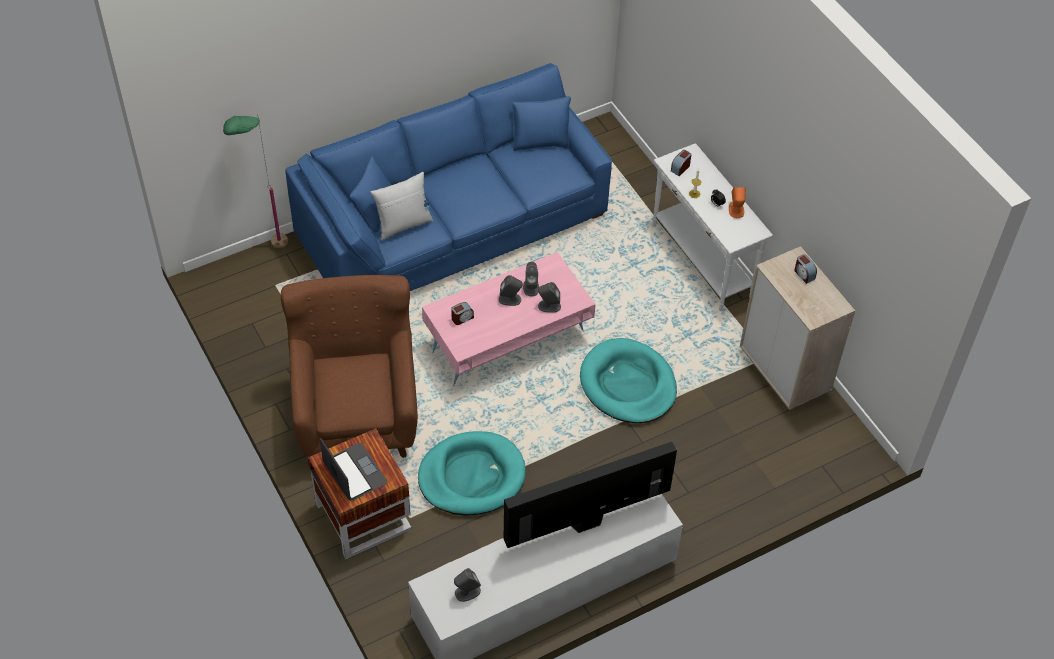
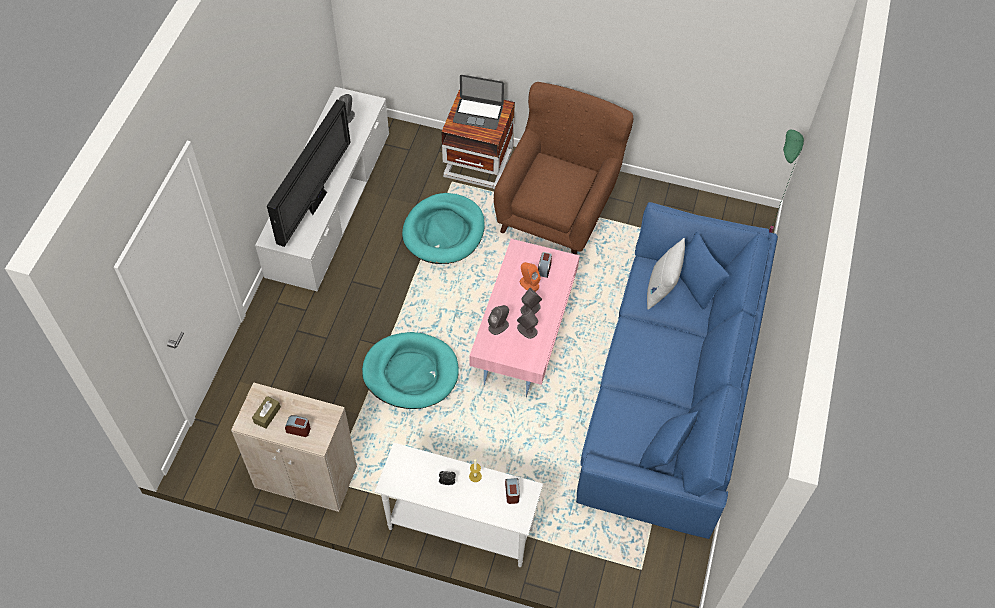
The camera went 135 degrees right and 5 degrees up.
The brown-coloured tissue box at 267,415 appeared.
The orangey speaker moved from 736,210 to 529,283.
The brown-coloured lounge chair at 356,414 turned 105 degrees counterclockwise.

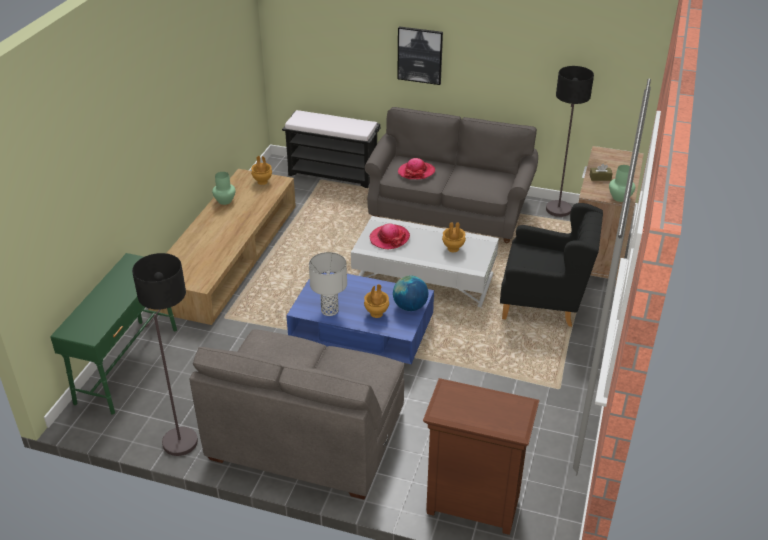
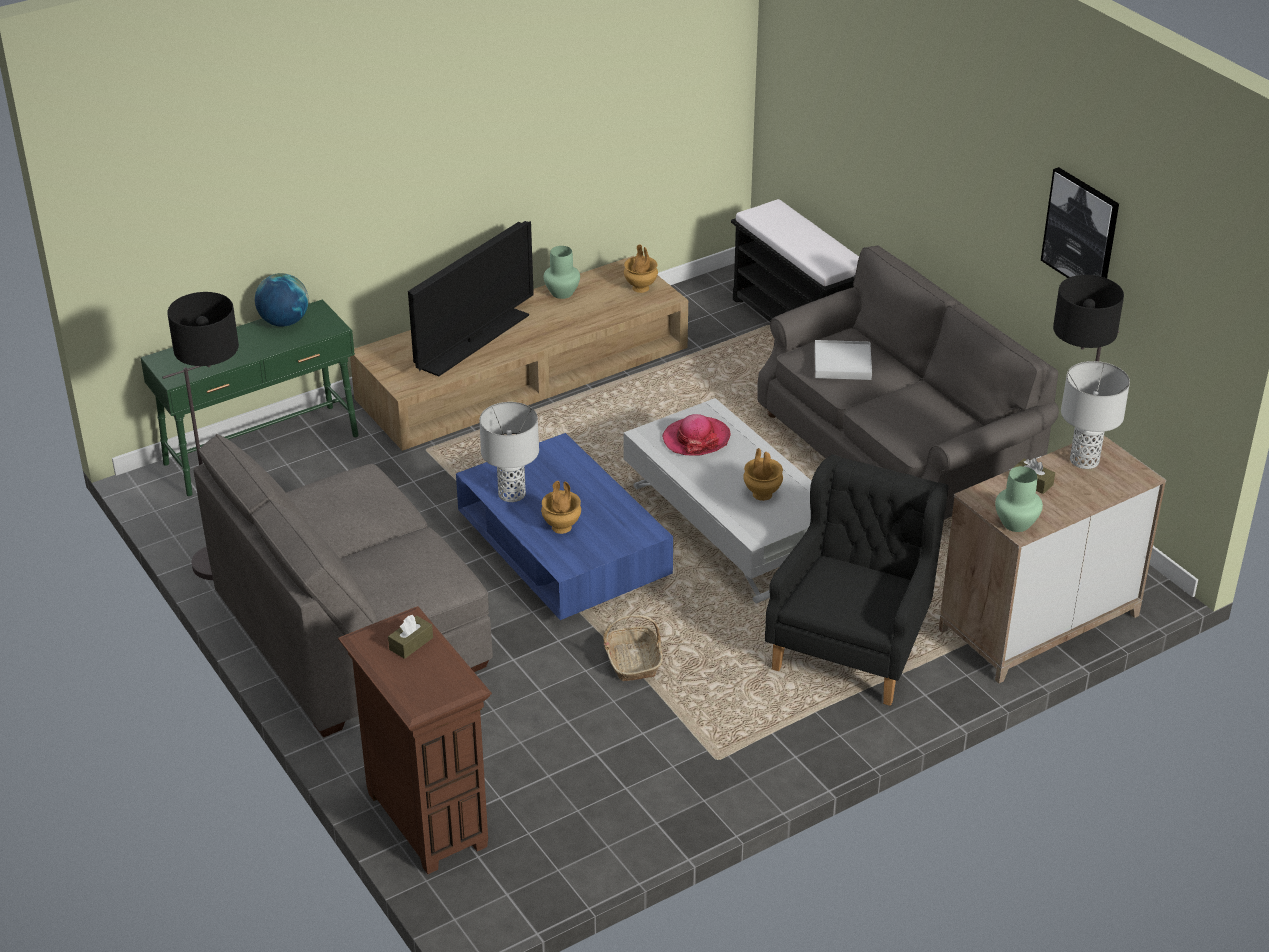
The camera went 40 degrees right and 0 degrees up.
The brown-coloured tissue box at 411,643 appeared.
The TV set at 475,341 appeared.
The basket at 633,661 appeared.
The white table lamp at 1083,460 appeared.
The globe moved from 410,307 to 284,322.
The wall art moved from 420,55 to 1081,231.
The wearable hat at 416,172 was replaced by the white carrying tray at 842,363.
The black-coloured lounge chair at 544,303 turned 120 degrees counterclockwise.

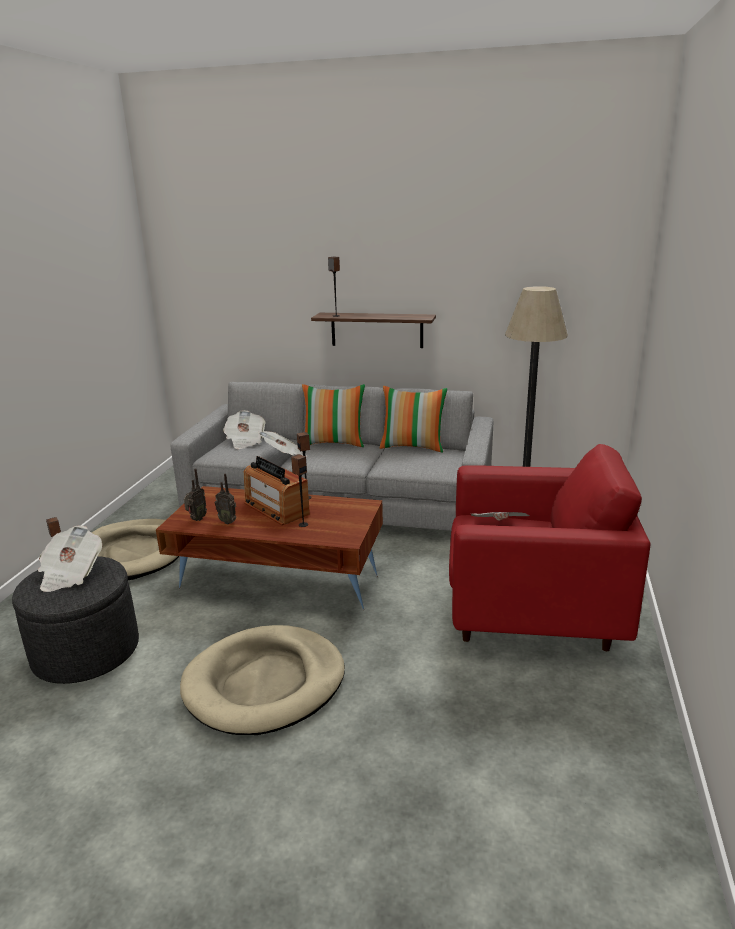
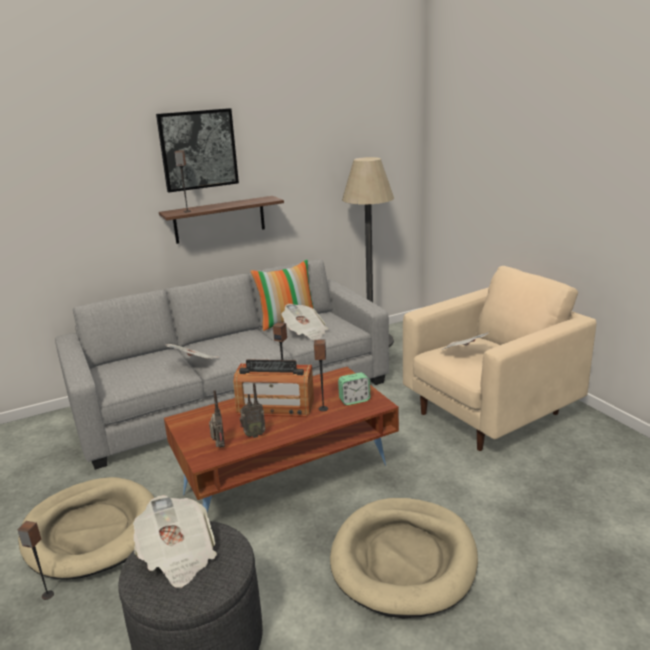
The camera went 40 degrees left and 0 degrees up.
The throw pillow at 334,443 disappeared.
The wall art at 198,149 appeared.
The alarm clock at 354,400 appeared.
The newspaper moved from 245,441 to 305,333.
The reddish lounge chair at 531,615 became the sand-coloured lounge chair at 489,413.

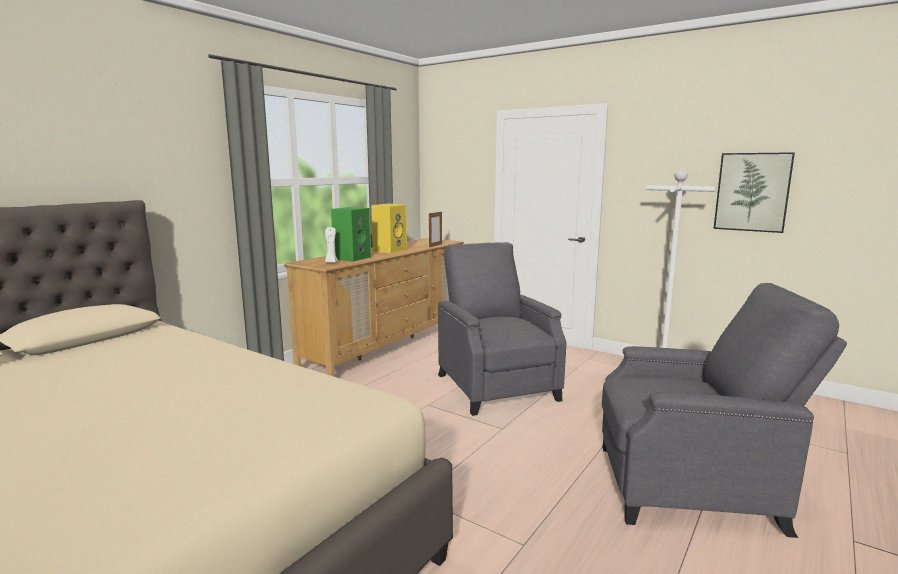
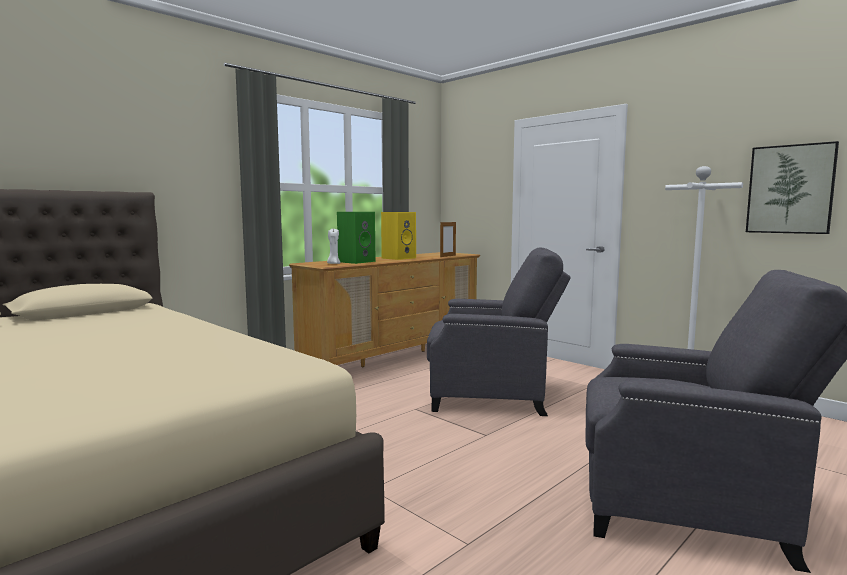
The camera went 10 degrees right and 5 degrees down.
The gray lounge chair at 495,385 turned 105 degrees clockwise.

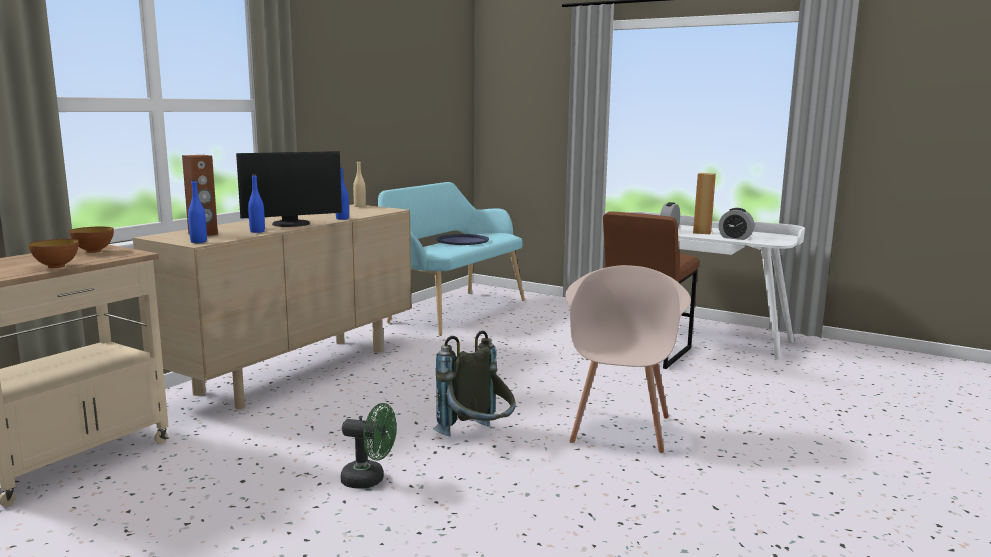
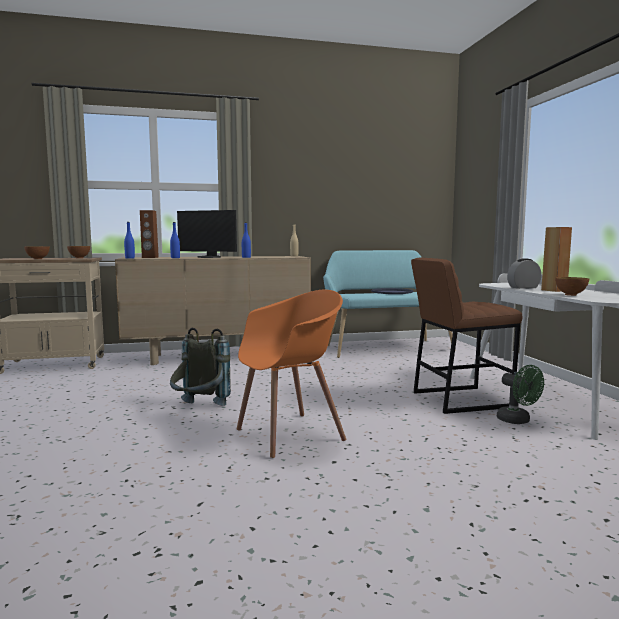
The camera went 45 degrees right and 5 degrees down.
The green-coloured fan moved from 369,480 to 518,421.
The alarm clock at 735,238 was replaced by the serving bowl at 570,295.
The sand-coloured plain chair at 620,429 became the orangey plain chair at 291,434.

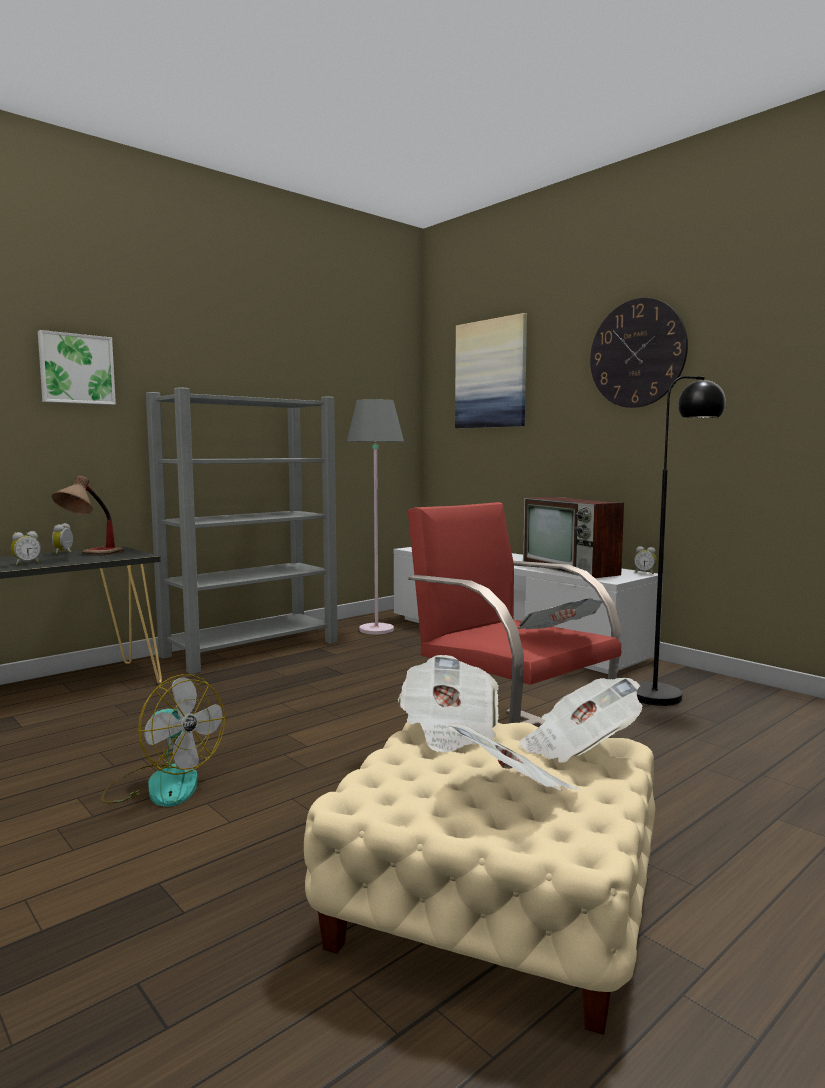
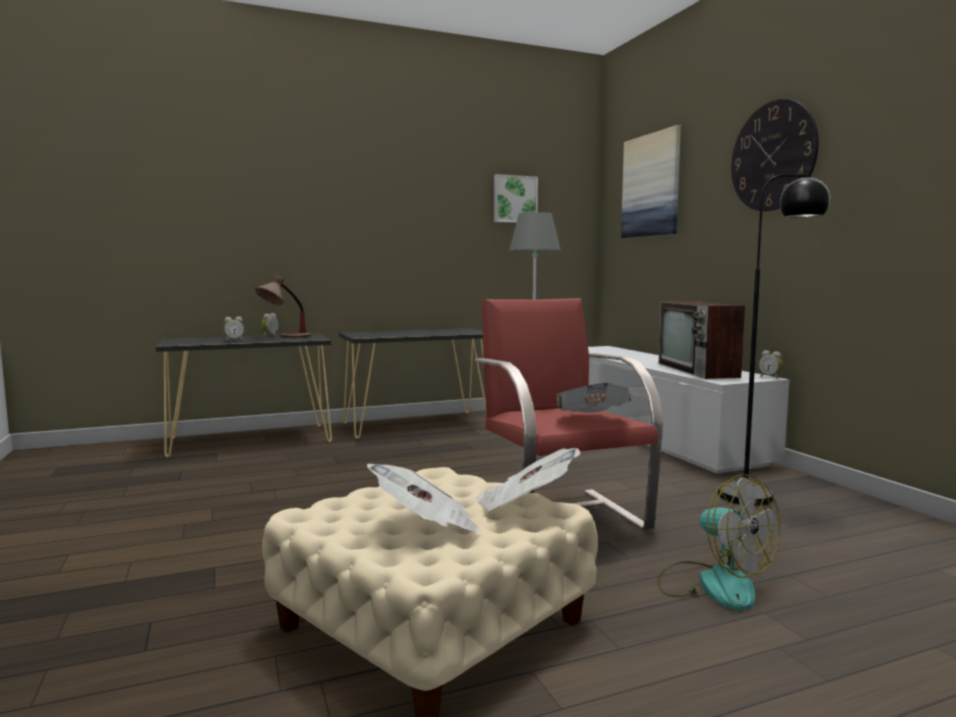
The camera went 20 degrees right and 0 degrees up.
The newspaper at 449,730 disappeared.
The wall art moved from 76,369 to 514,199.
The fan moved from 162,784 to 713,584.
The gray bookcase at 251,649 was replaced by the black-coloured console table at 417,424.

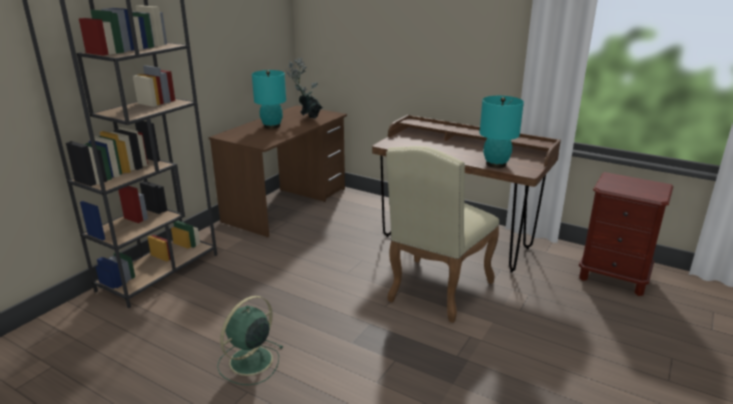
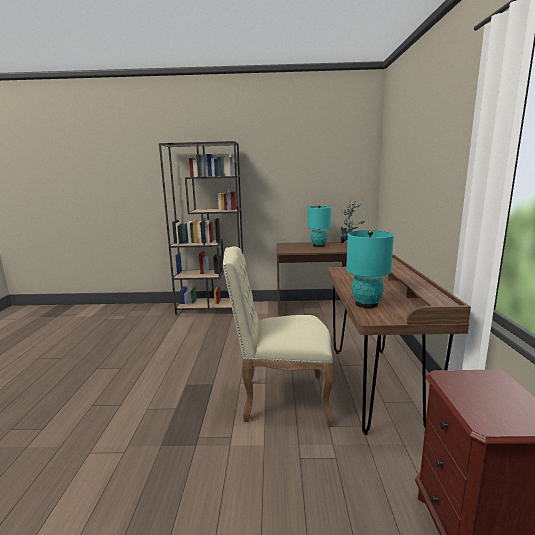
The camera went 60 degrees right and 10 degrees down.
The green-coloured fan at 249,362 disappeared.

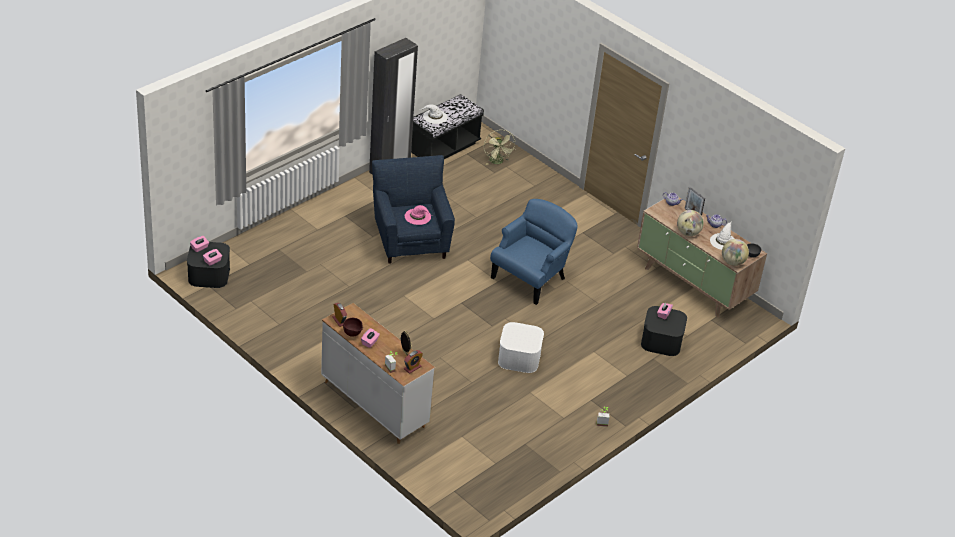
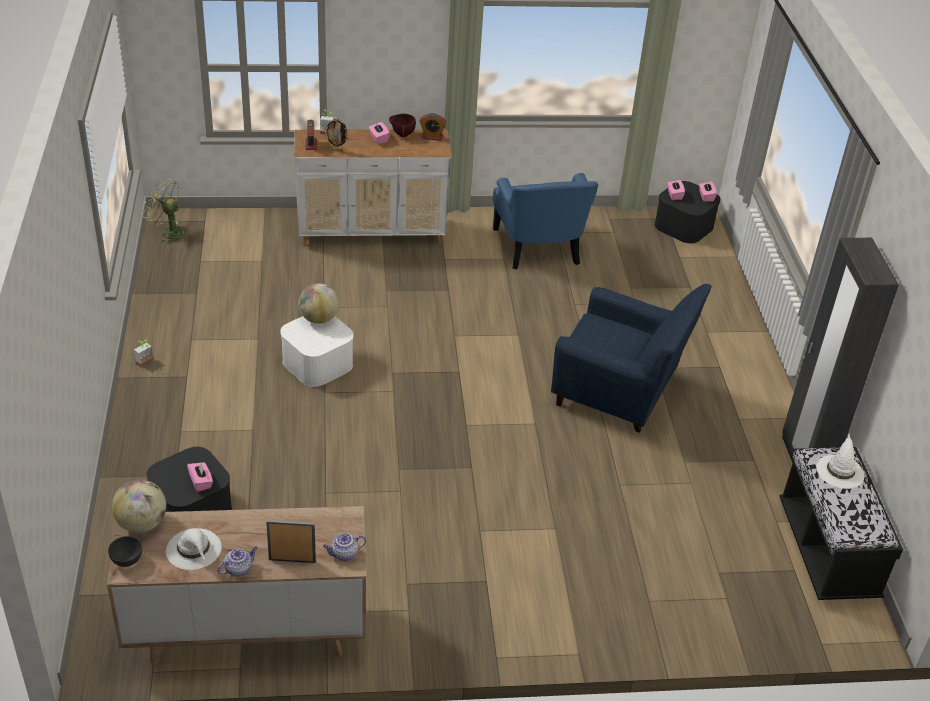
The camera went 130 degrees right and 0 degrees up.
The pink-coloured wearable hat at 418,216 disappeared.
The green-coloured fan moved from 497,162 to 168,232.
The bluish lounge chair moved from 531,278 to 538,247.
The globe moved from 688,233 to 319,319.

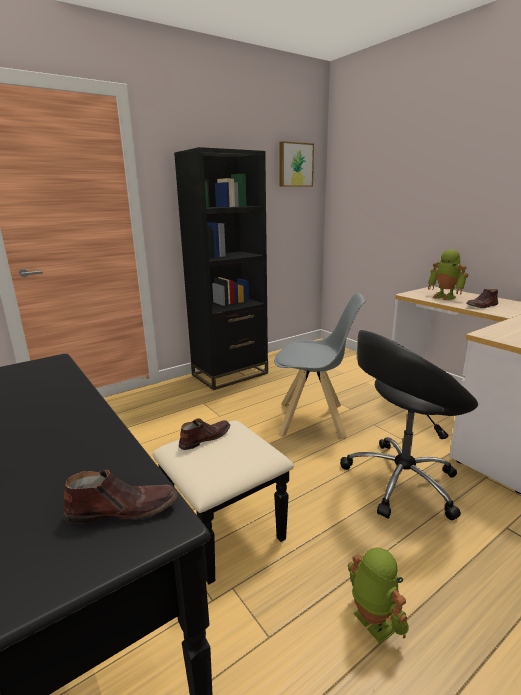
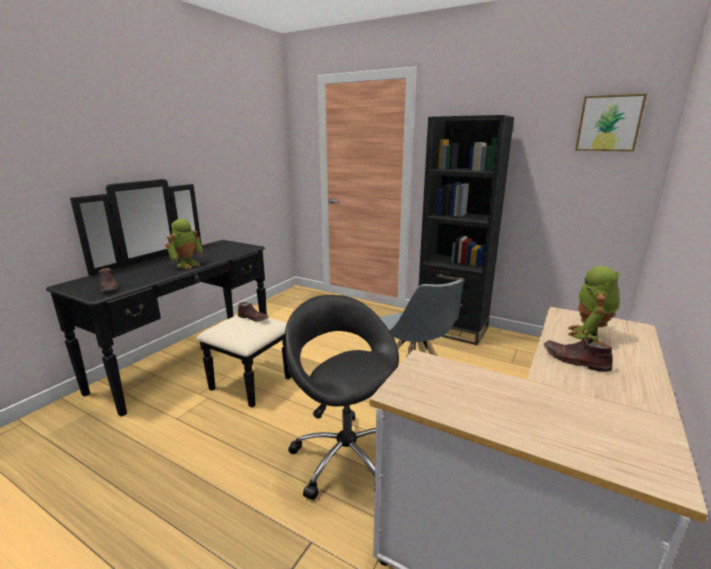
The camera went 65 degrees right and 0 degrees up.
The model robot moved from 372,622 to 187,264.

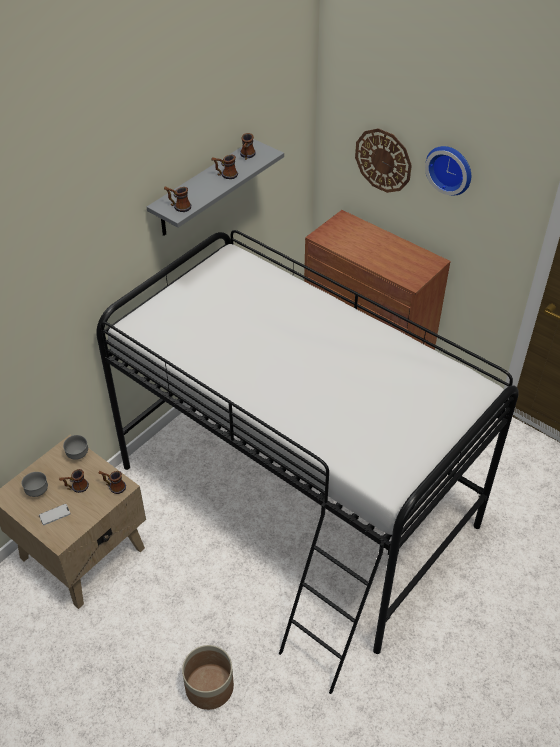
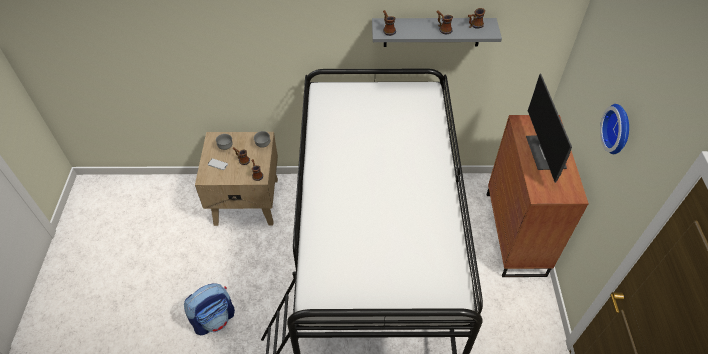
The camera went 50 degrees right and 5 degrees up.
The clock on the wall at 383,160 disappeared.
The monitor at 546,153 appeared.
The plant pot at 209,686 was replaced by the backpack at 214,319.

